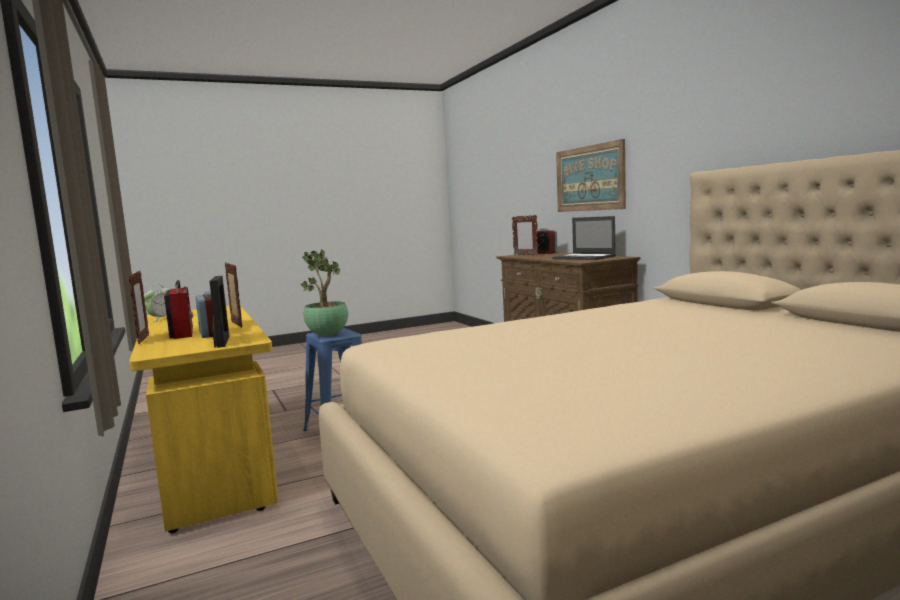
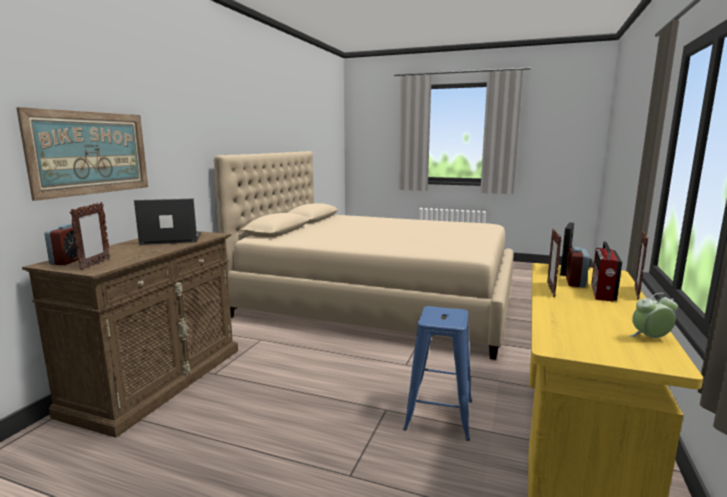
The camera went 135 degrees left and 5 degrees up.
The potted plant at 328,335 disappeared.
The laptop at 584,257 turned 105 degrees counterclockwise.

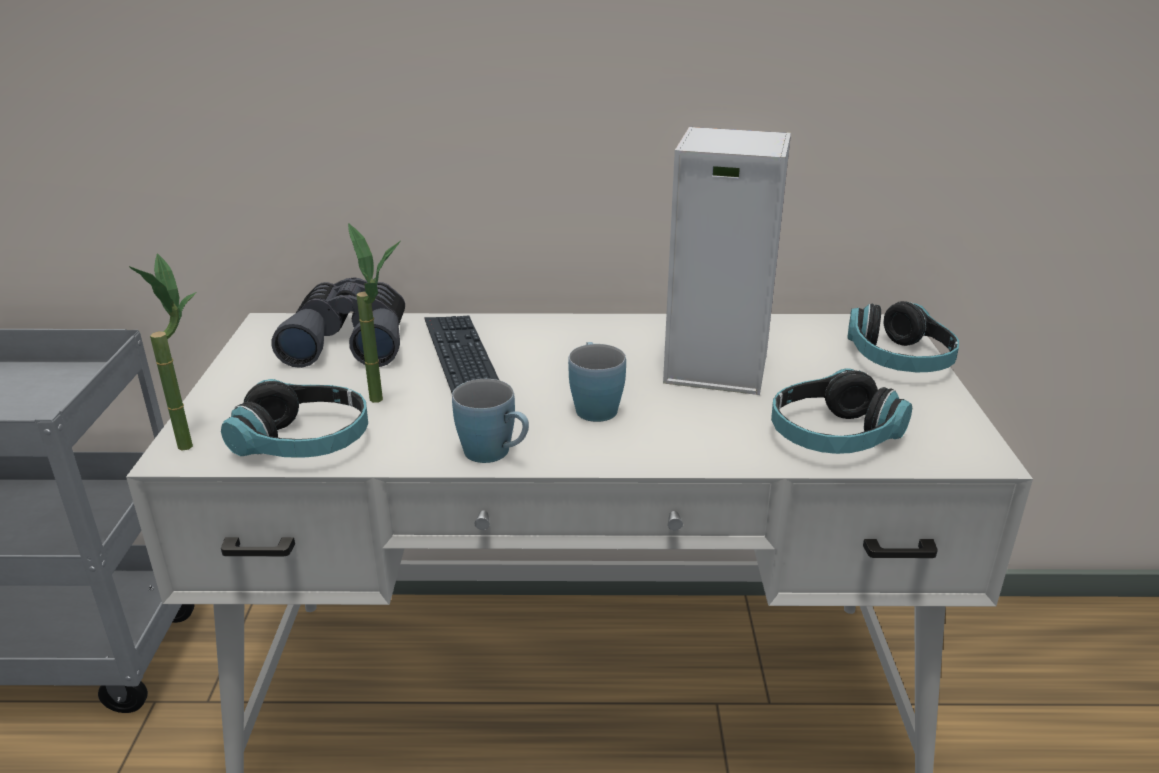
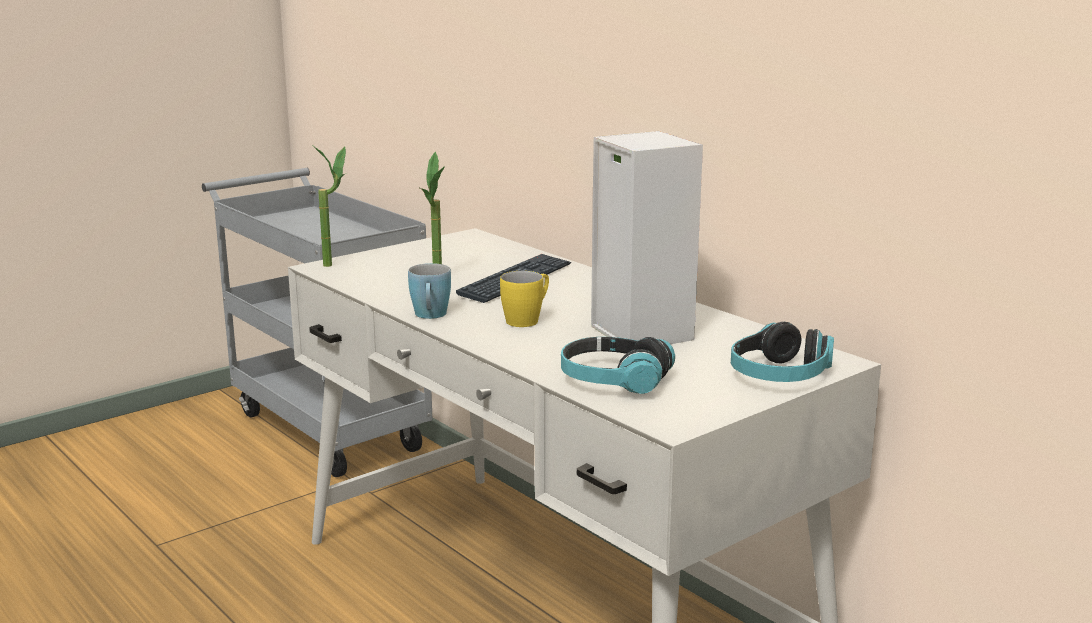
The camera went 50 degrees right and 10 degrees down.
The headphones at 304,441 disappeared.
The gray pair of binoculars at 350,340 disappeared.
The bluish tea mug at 594,405 became the yellow-coloured tea mug at 527,319.

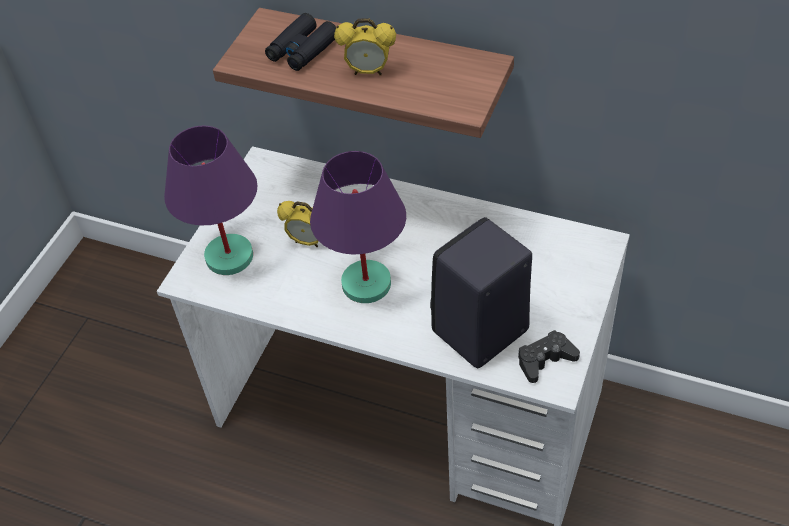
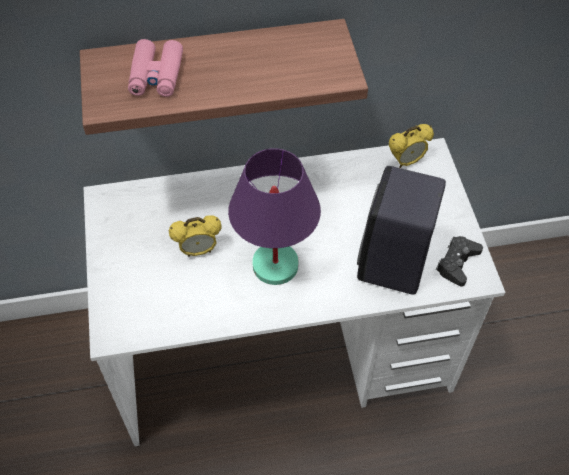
The camera went 35 degrees left and 5 degrees up.
The purple table lamp at 229,256 disappeared.
The alarm clock moved from 368,71 to 406,162.
The black-coloured pair of binoculars at 302,50 became the pink-coloured pair of binoculars at 156,75.

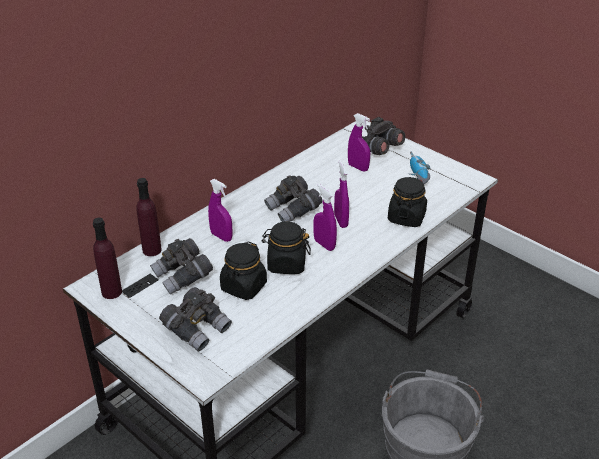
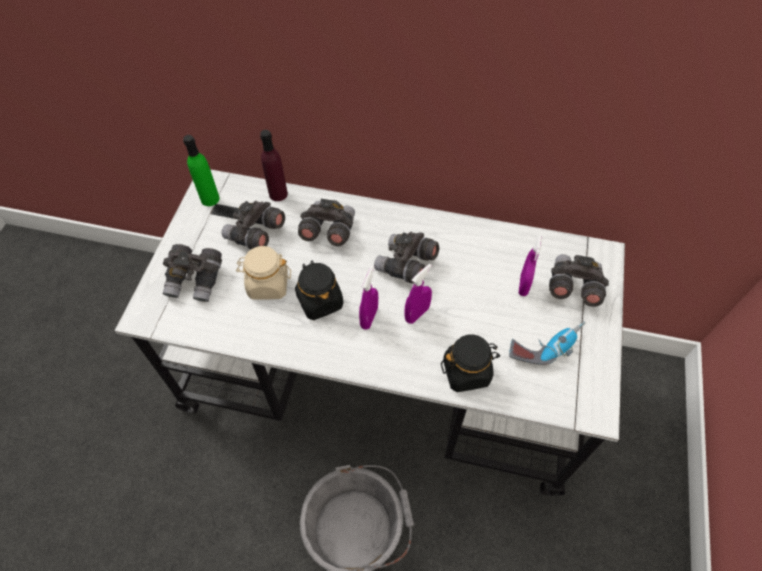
The camera went 60 degrees right and 20 degrees up.
The purple sprayer at 221,236 was replaced by the gray pair of binoculars at 328,231.
The purple bottle at 111,292 became the green-coloured bottle at 210,199.
The black-coloured jar at 243,287 became the sand-coloured jar at 268,285.

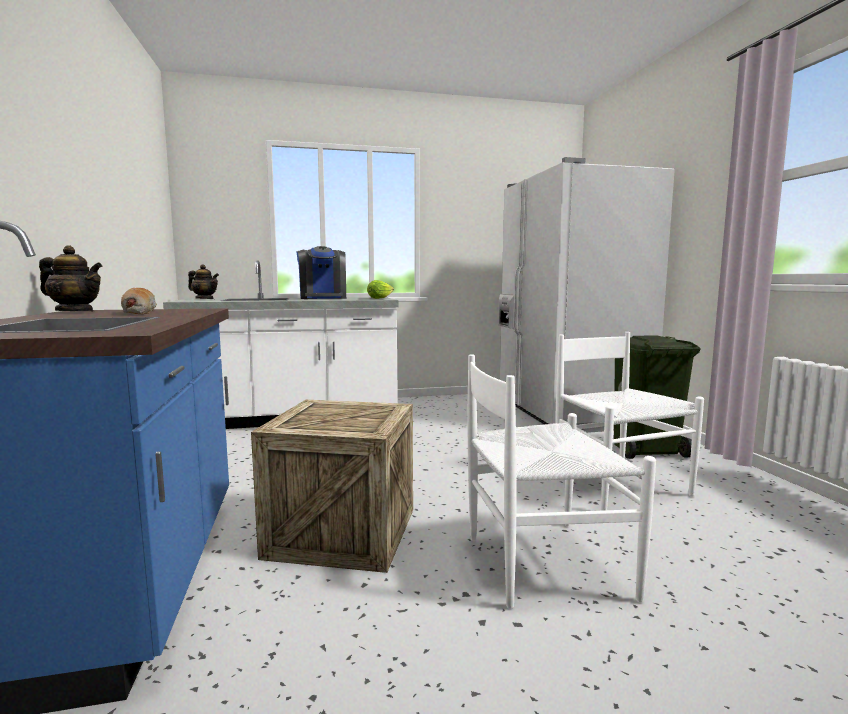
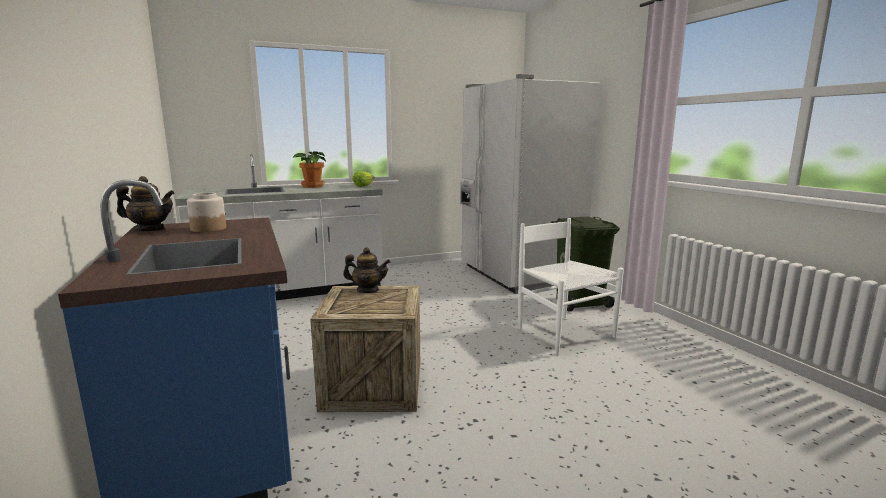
The camera went 10 degrees left and 5 degrees up.
The white plain chair at 543,564 disappeared.
The pot for tea moved from 204,299 to 367,290.
The baked bread at 139,312 was replaced by the jar at 208,229.
The coffee maker at 323,298 was replaced by the potted plant at 312,186.

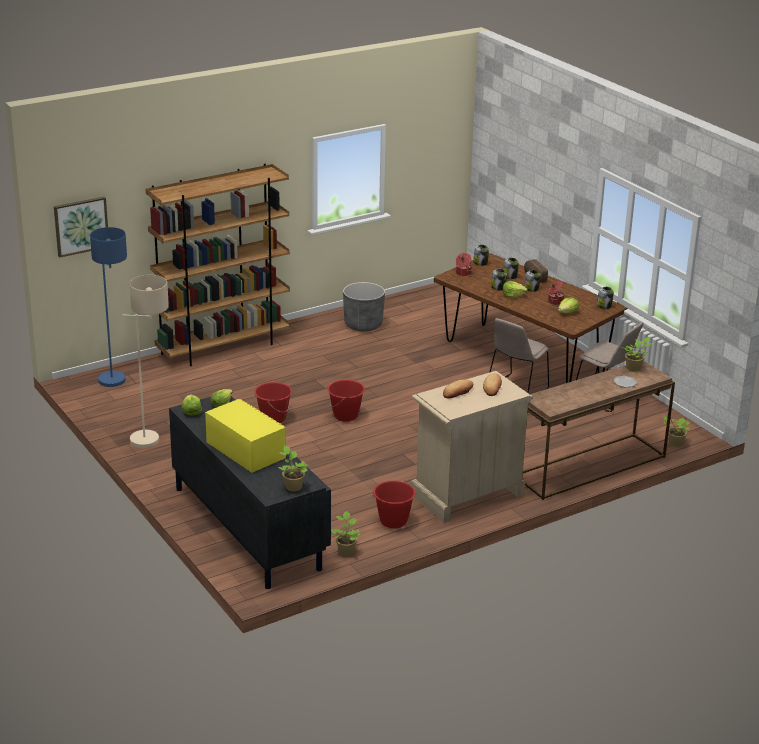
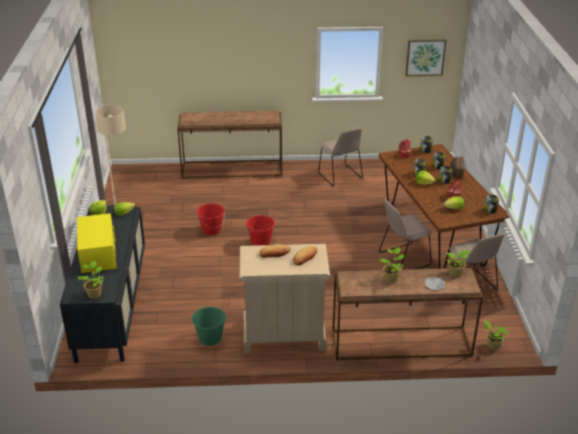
The camera went 30 degrees right and 5 degrees up.
The bluish standing lamp at 116,383 disappeared.
The wall art moved from 81,226 to 425,57.
The potted plant moved from 346,551 to 391,278.
The brown-coloured bookcase at 224,347 was replaced by the brown-coloured console table at 233,169.
The gray plant pot at 363,324 was replaced by the sand-coloured plain chair at 340,176.
The reddish pail at 393,521 became the green-coloured pail at 210,339.

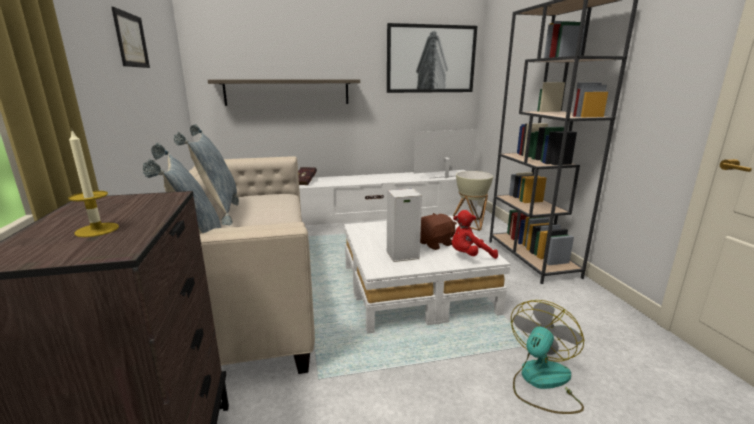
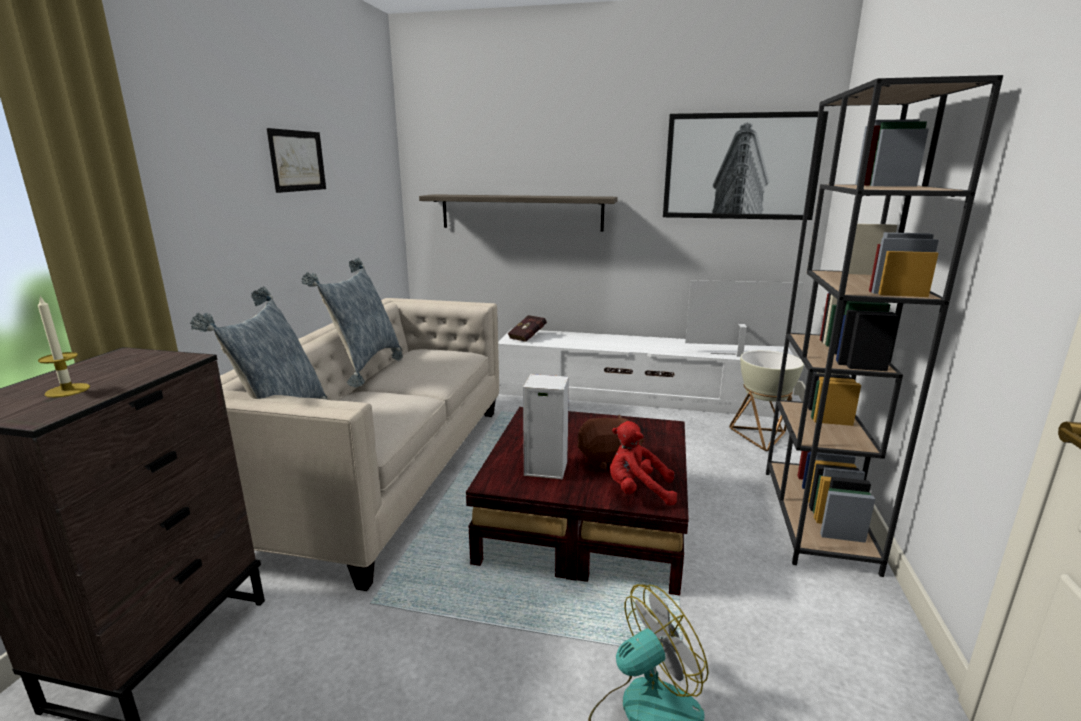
The camera went 25 degrees right and 0 degrees up.
The white lounge table at 414,288 became the brown-coloured lounge table at 584,518.

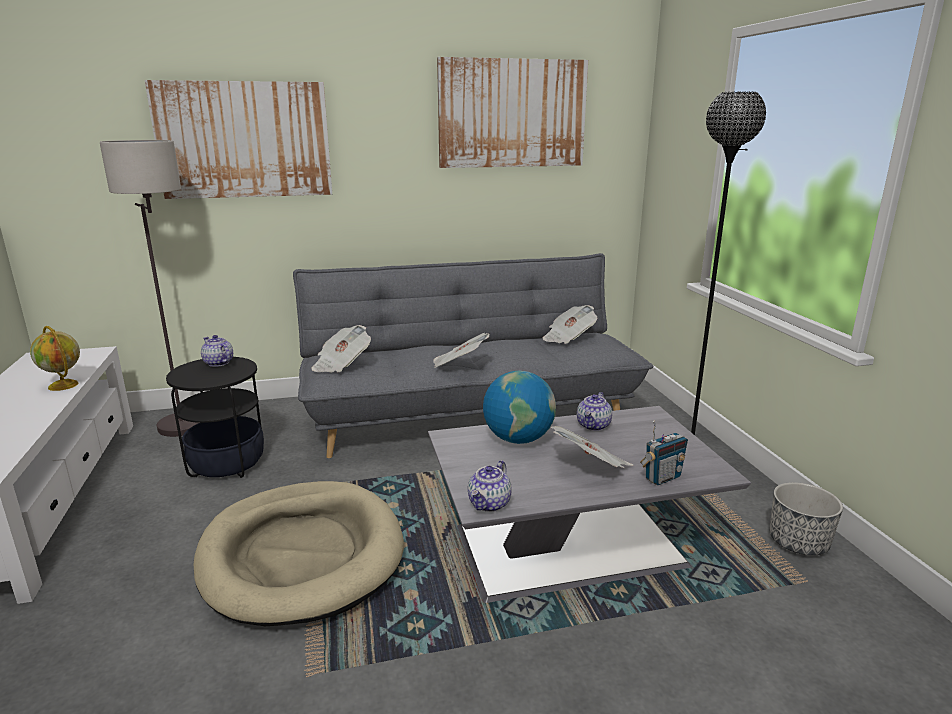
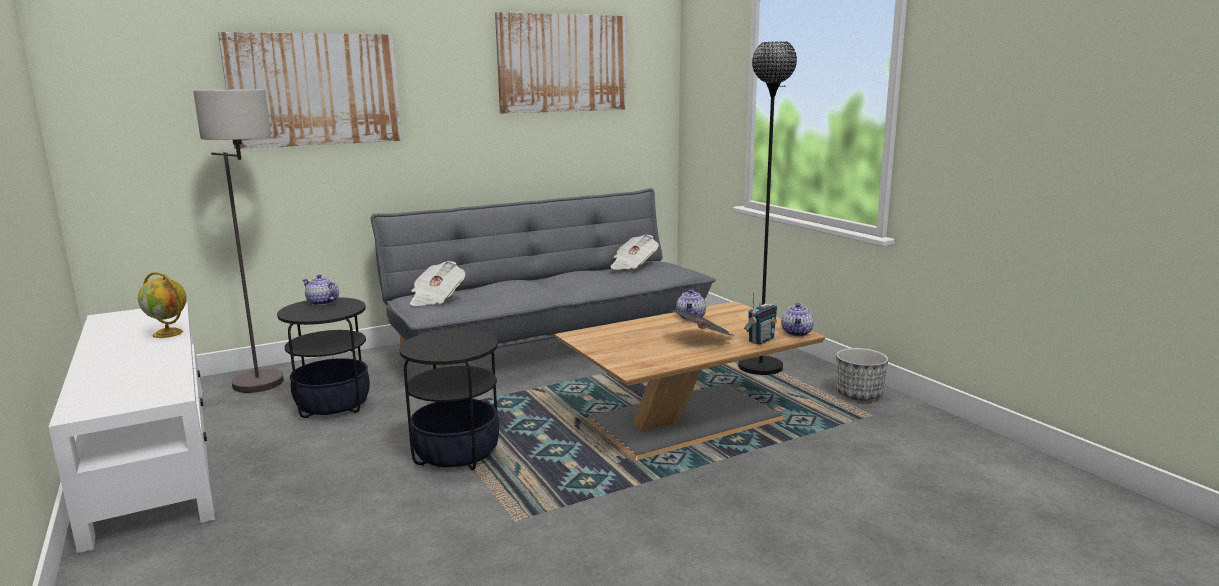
The camera went 15 degrees left and 5 degrees down.
The newspaper at 459,365 disappeared.
The globe at 518,439 disappeared.
The pot for tea moved from 489,504 to 797,333.
The sand-coloured dog bed at 302,555 was replaced by the black-coloured end table at 456,455.
The gray lounge table at 572,545 became the brown-coloured lounge table at 687,418.

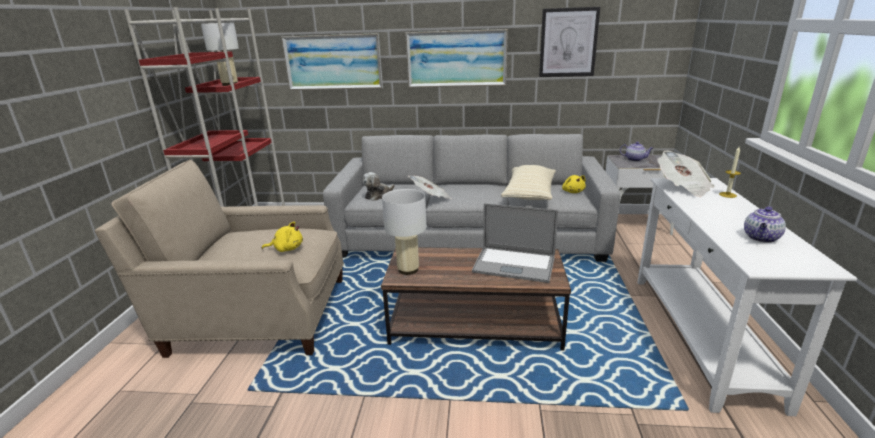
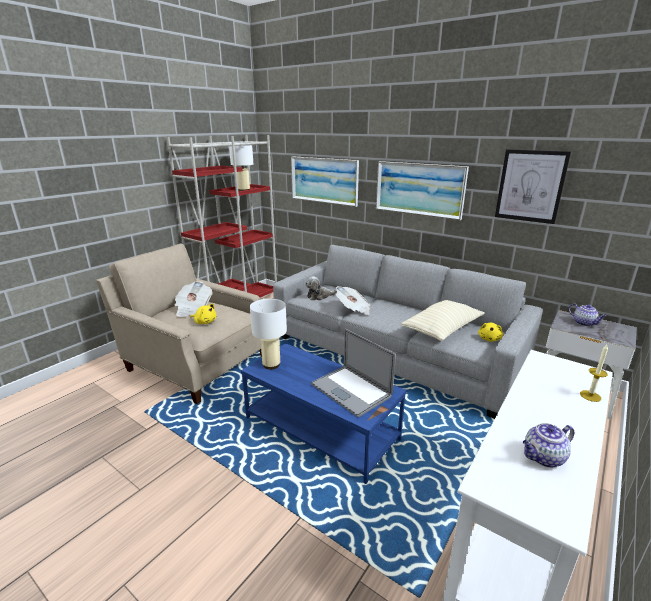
The camera went 30 degrees right and 0 degrees up.
The newspaper moved from 683,187 to 193,309.
The brown-coloured lounge table at 475,323 became the bluish lounge table at 321,428.

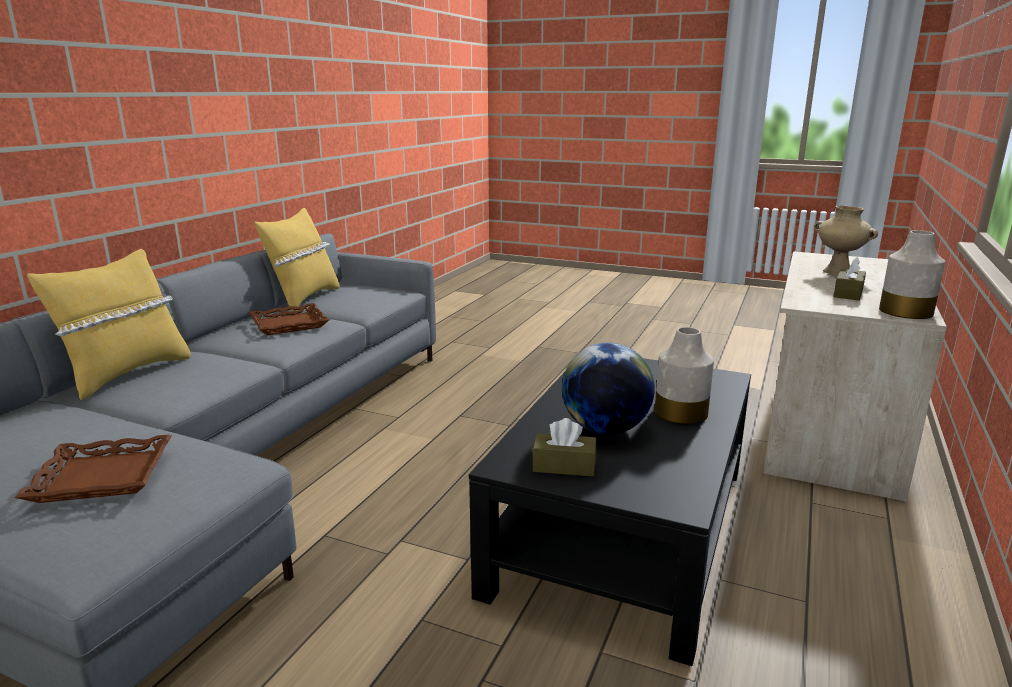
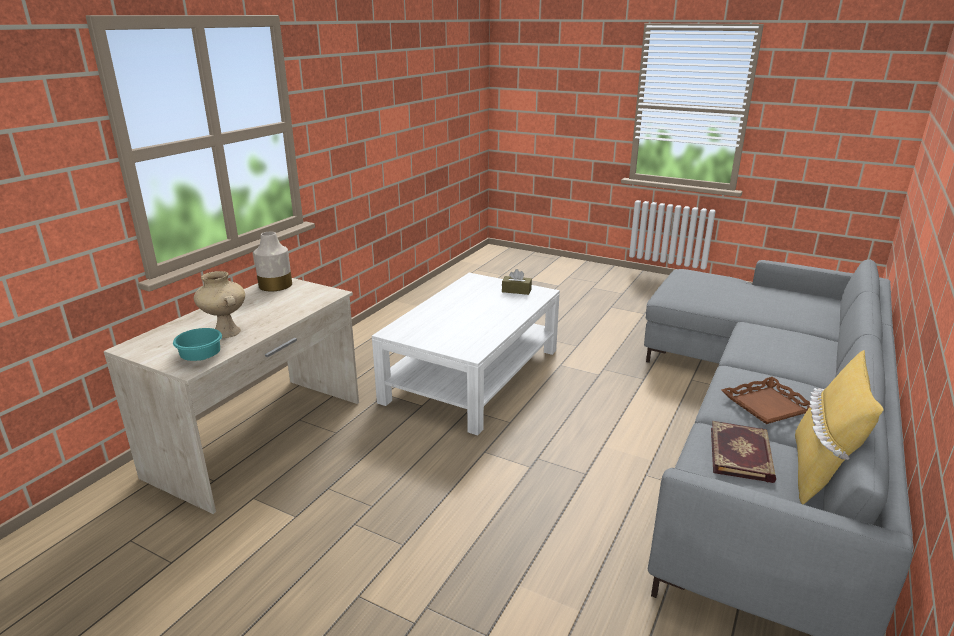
The camera went 175 degrees left and 5 degrees up.
The brown-coloured carrying tray at 102,477 disappeared.
The yellow-coloured throw pillow at 127,374 disappeared.
The globe at 605,429 disappeared.
The sand-coloured vase at 681,412 disappeared.
The brown-coloured tissue box at 848,293 disappeared.
The turquoise-coloured serving bowl at 202,356 appeared.
The volume at 742,454 appeared.
The black-coloured lounge table at 623,526 became the white lounge table at 472,375.

